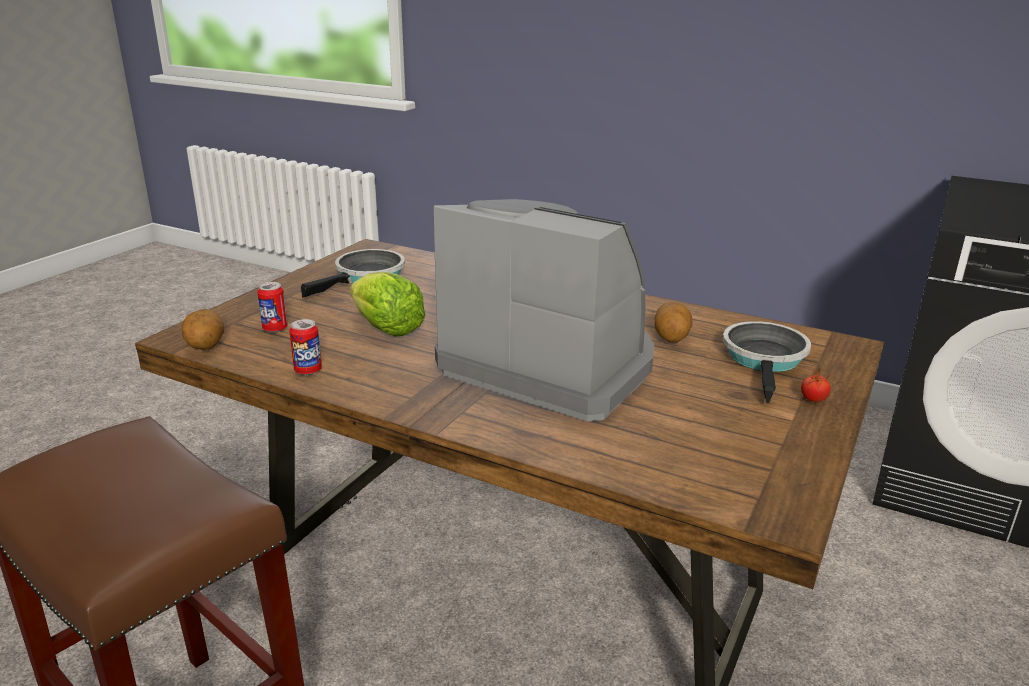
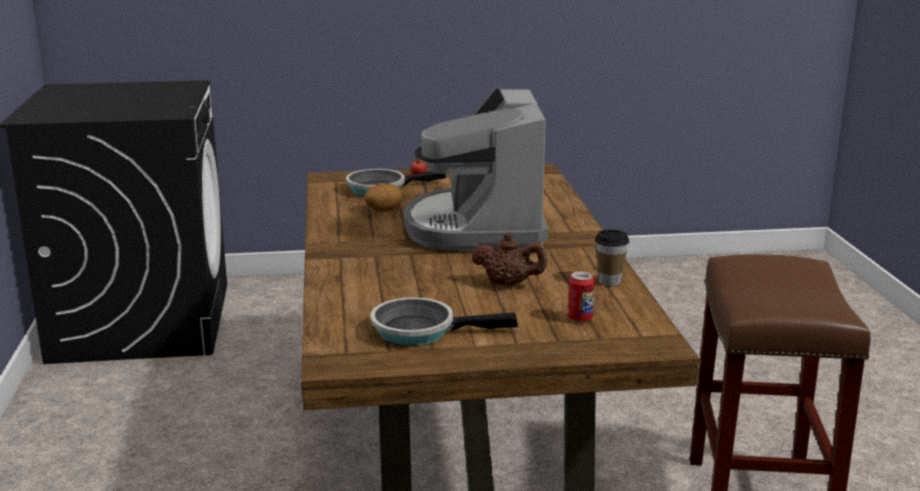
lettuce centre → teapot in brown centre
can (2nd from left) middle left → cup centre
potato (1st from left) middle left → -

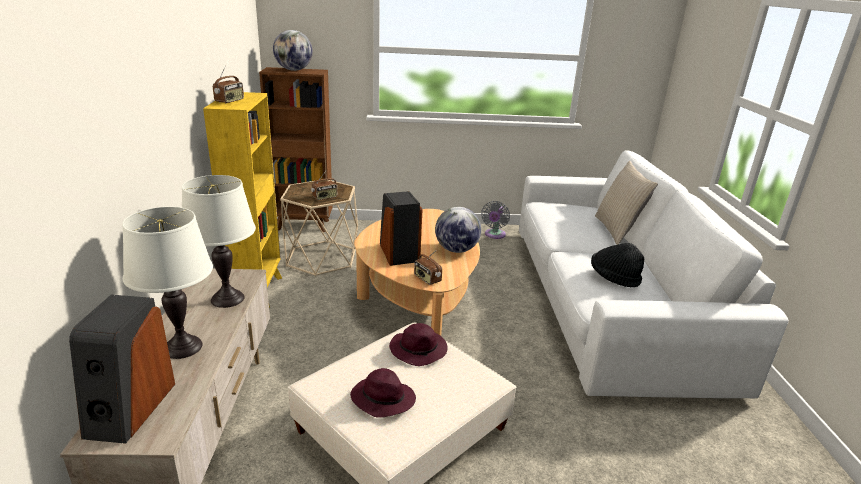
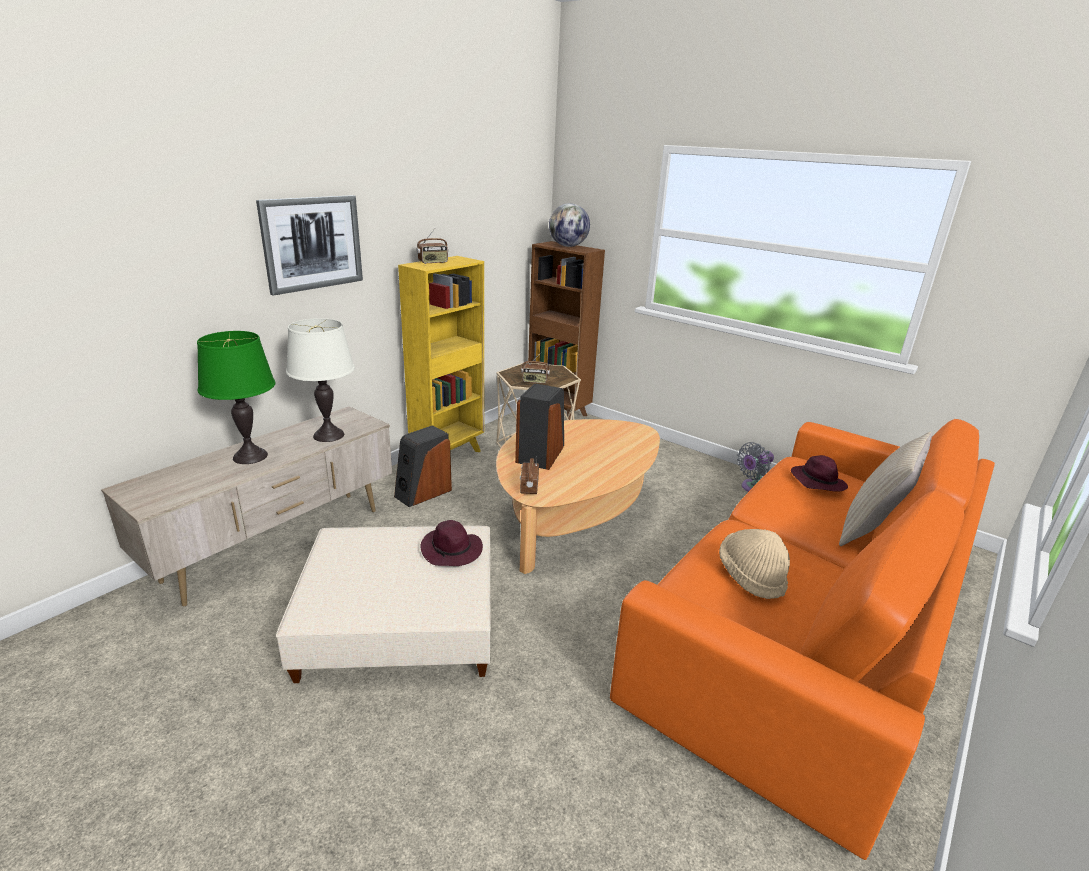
table lamp in white (1st from left) middle left → table lamp in green middle left
- → picture top left
speaker (1st from left) bottom left → speaker (1st from left) centre, move
sofa in white middle right → sofa in orange bottom right
hat in black middle right → hat in beige middle right
hat in purple (1st from left in the first image) bottom centre → hat in purple (2nd from left) middle right, move
globe (2nd from left) centre → -

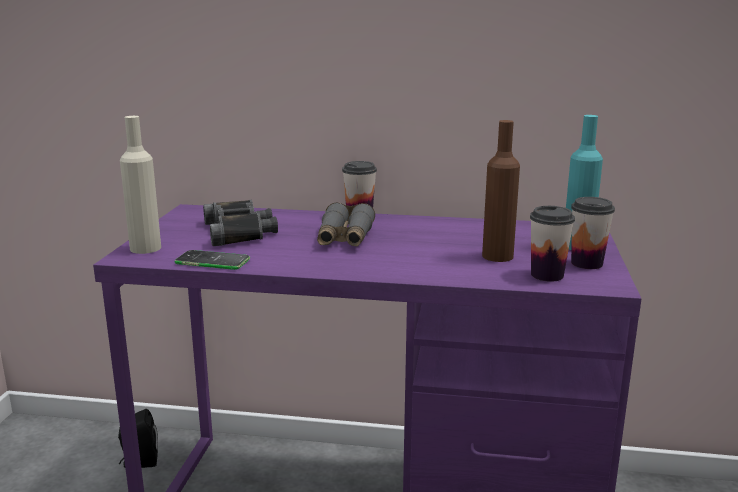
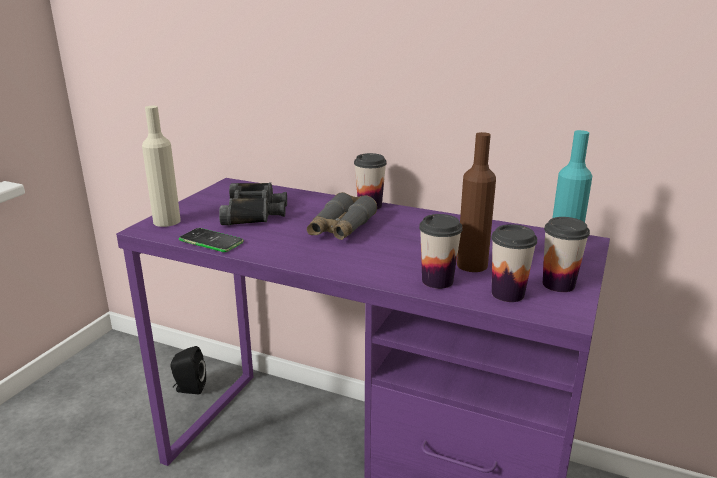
- → cup (2nd from left) centre

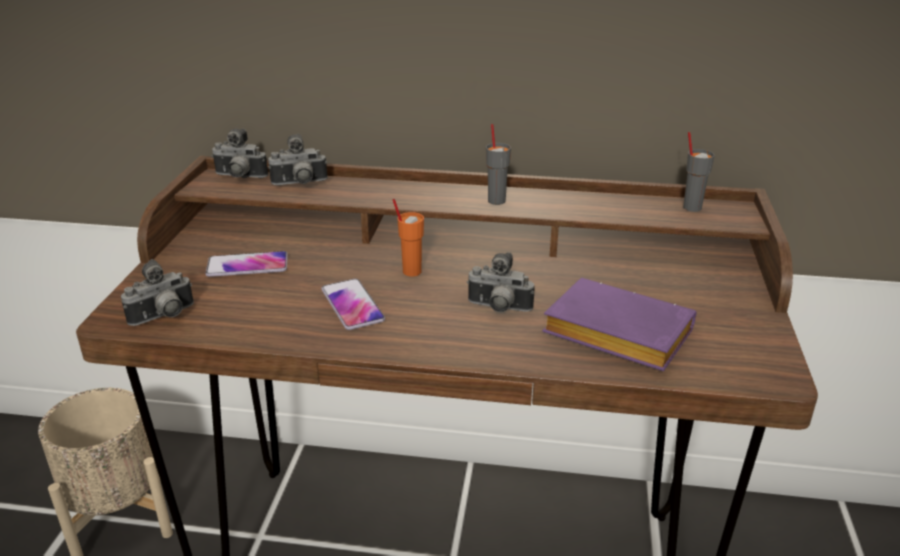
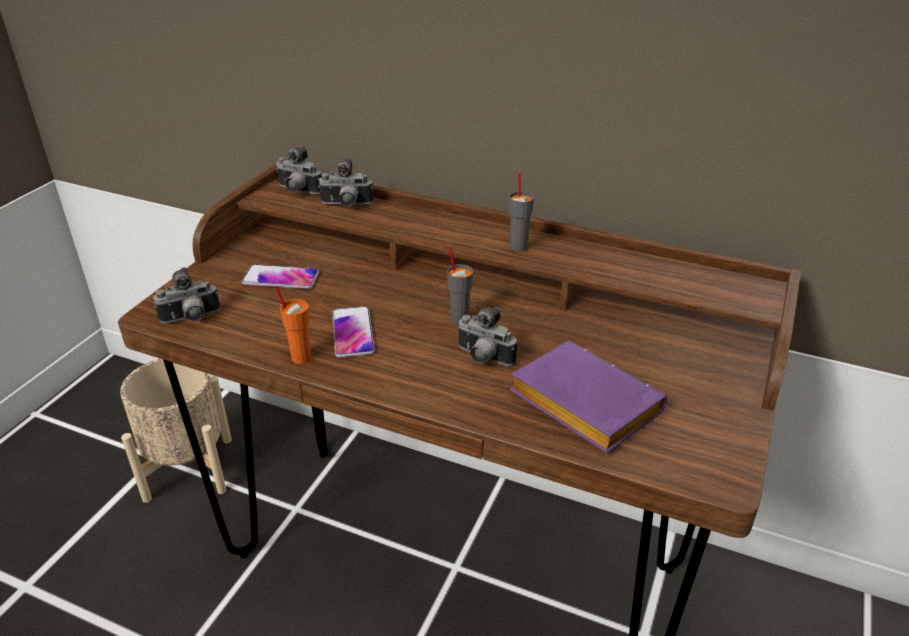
cup in orange centre → cup in orange middle left, move
cup in grey (2nd from left in the first image) top right → cup in grey (1st from left) centre, move

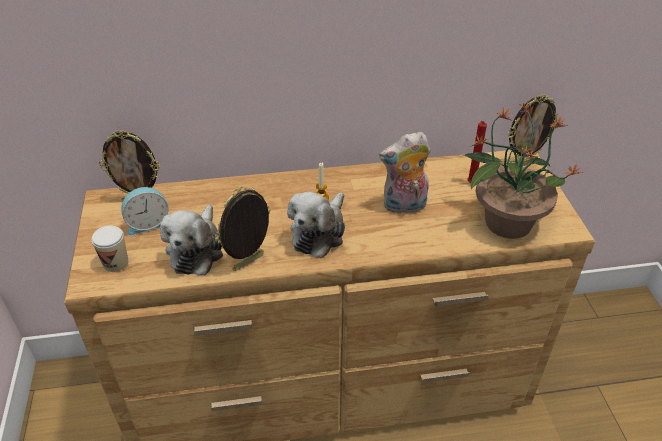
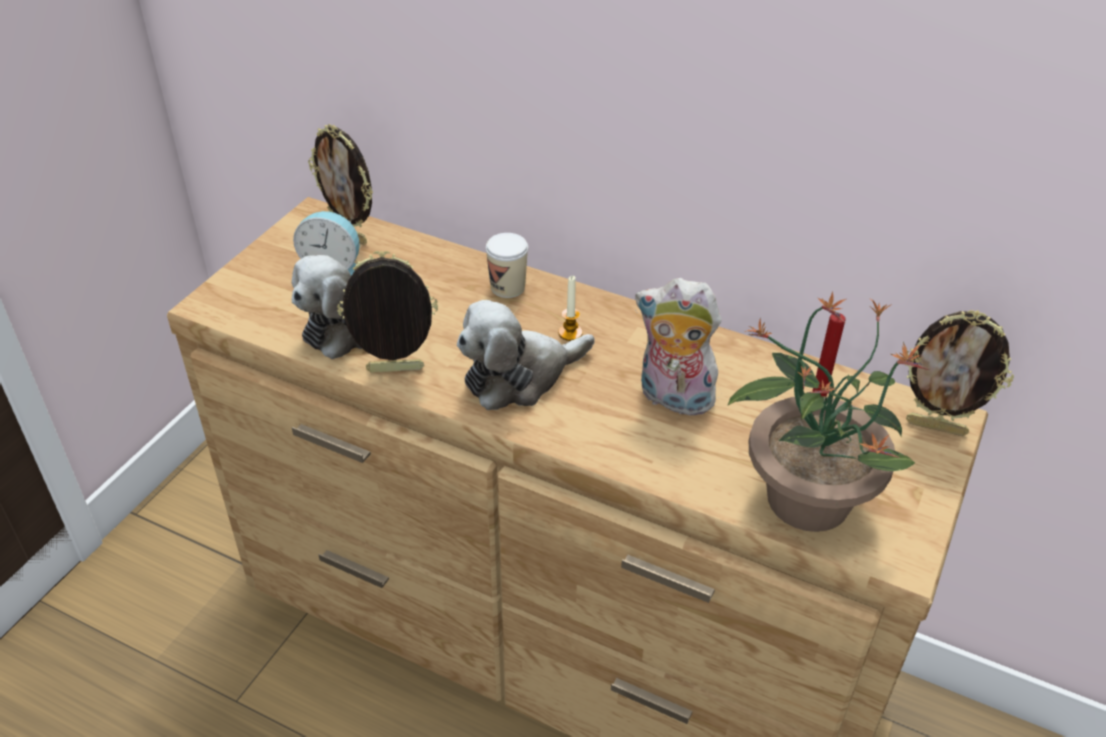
cup middle left → cup centre, move

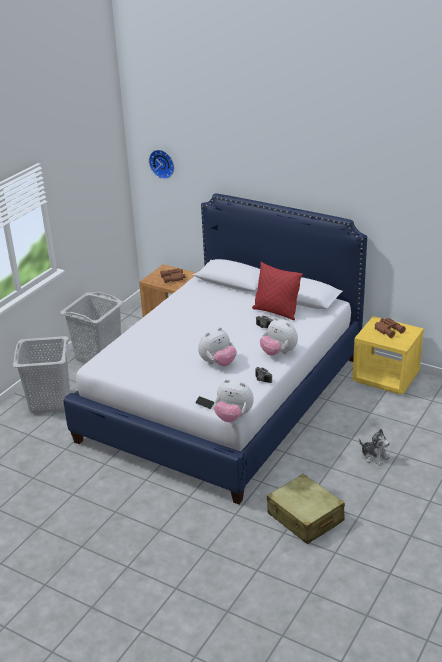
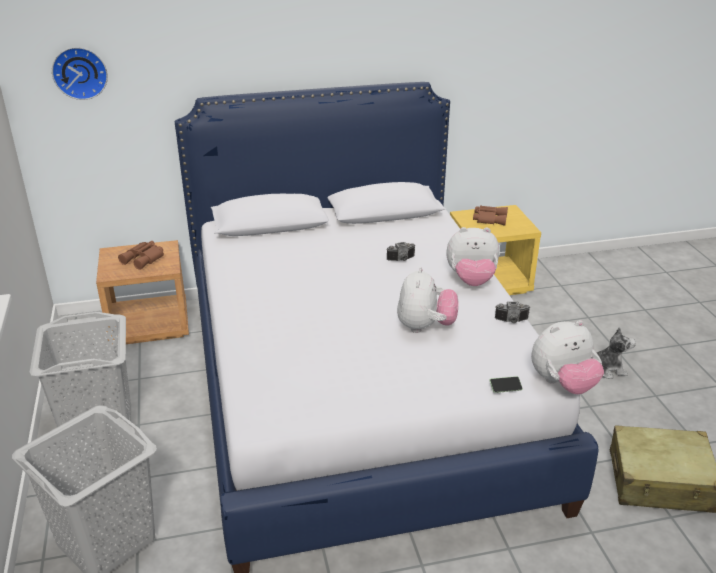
pillow in red centre → -

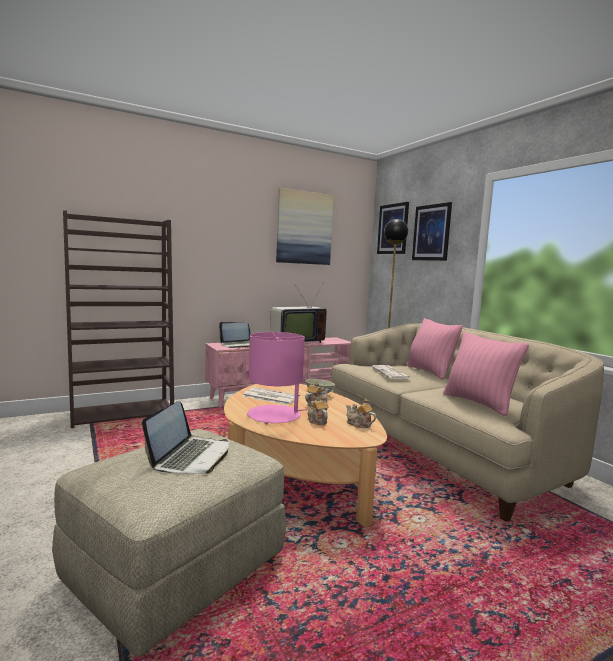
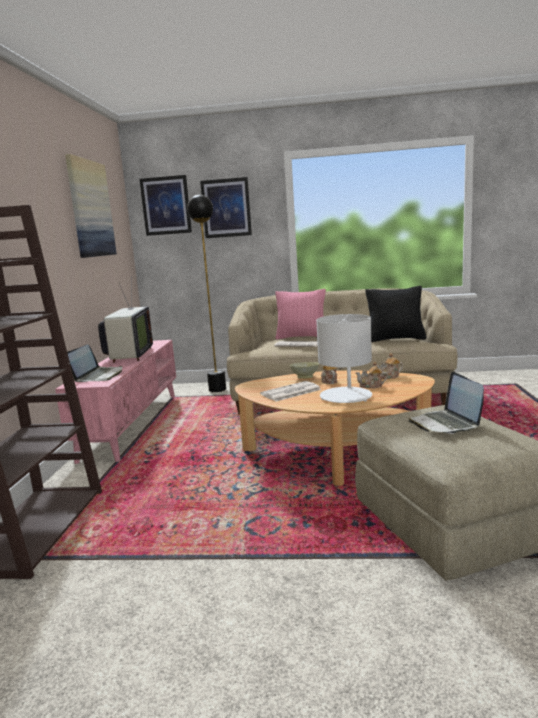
table lamp in pink centre → table lamp in white centre
pillow in pink (2nd from left) middle right → pillow in black middle right
laptop (1st from left in the first image) middle left → laptop (2nd from left) middle right, 150 degrees counterclockwise

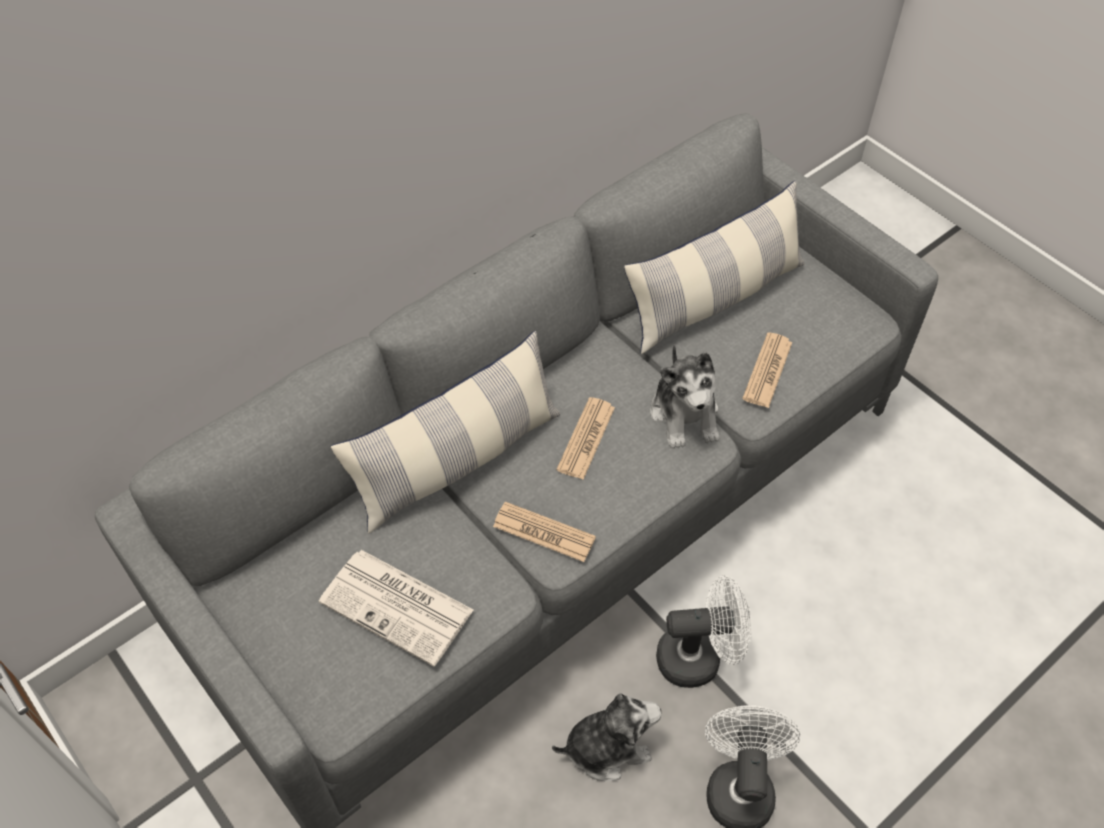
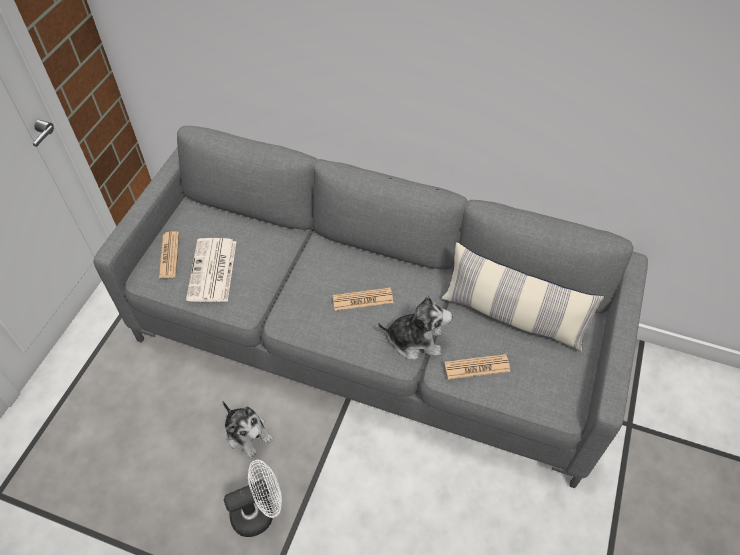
newspaper (2nd from left in the first image) centre → newspaper (1st from left) middle left, move
plush toy (2nd from left) centre, 135 degrees counterclockwise
pillow (1st from left) centre → -
fan in white (1st from left) bottom centre → -

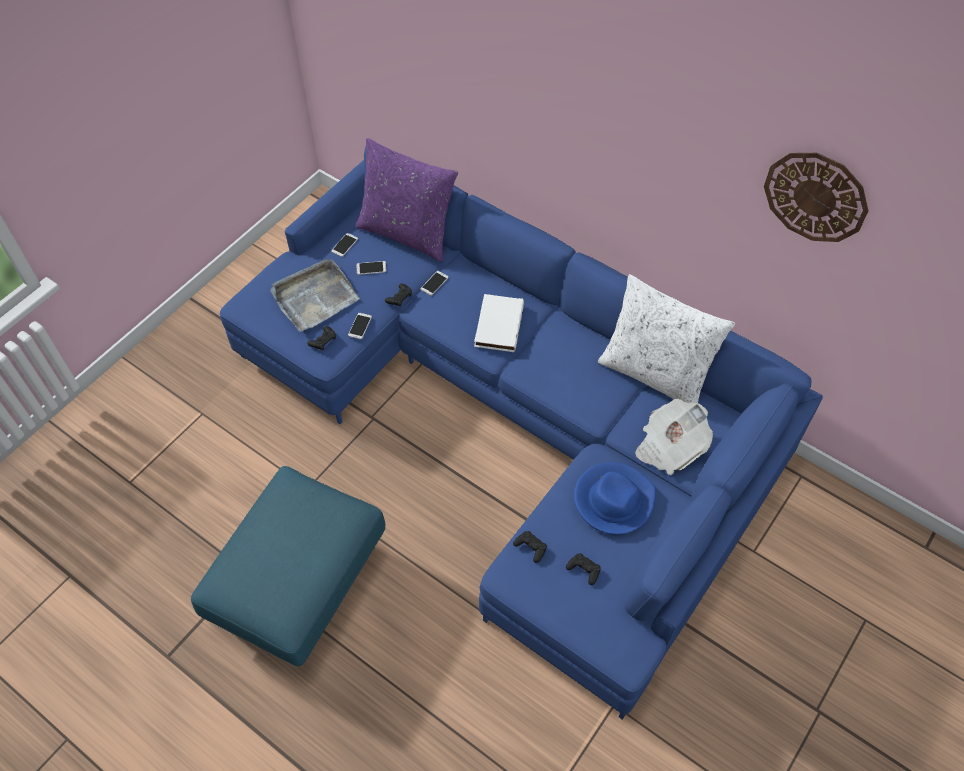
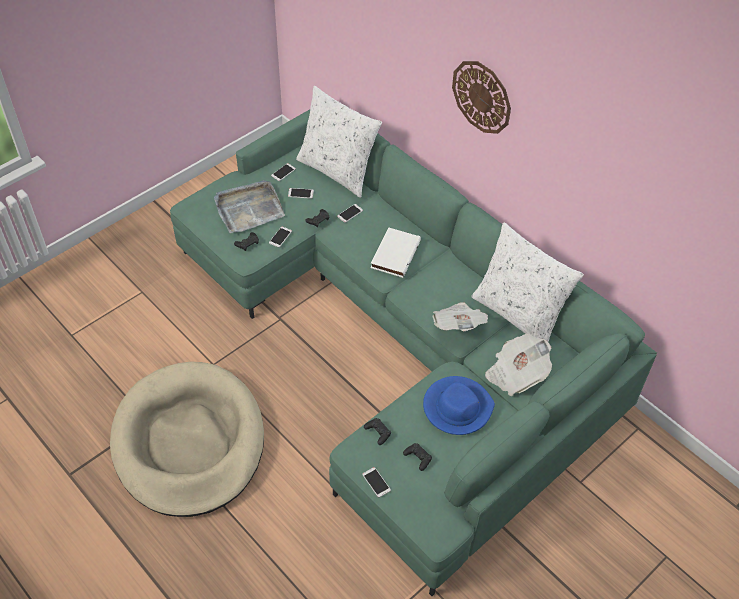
ottoman in blue bottom left → dog bed in beige bottom left
sofa in blue centre → sofa in green centre
pillow in purple top centre → pillow in white (1st from left) top centre
- → phone (5th from left) bottom centre
- → newspaper (1st from left) centre
wall clock top right → wall clock top centre, move

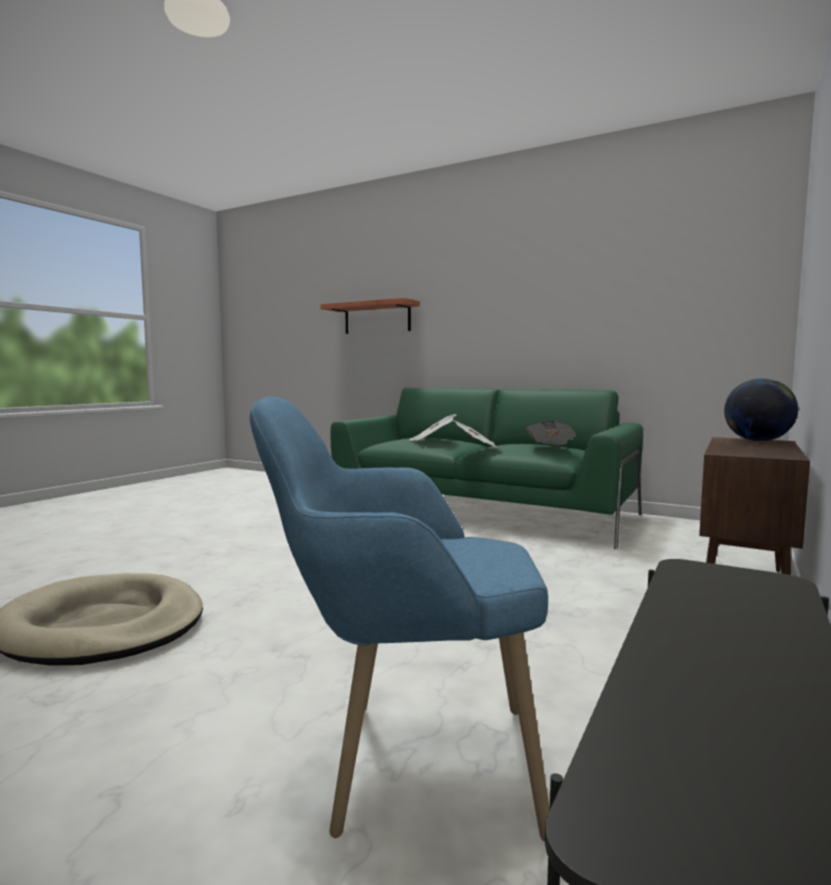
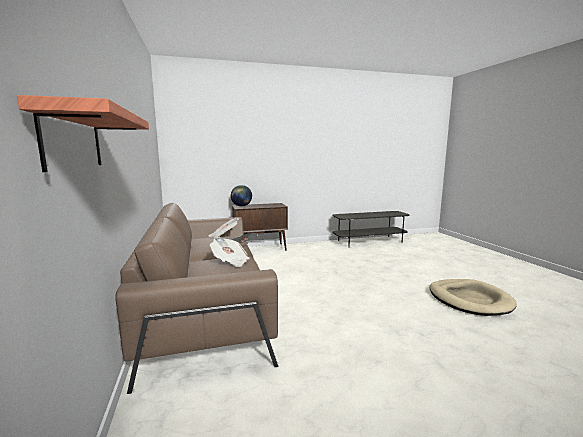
sofa in green centre → sofa in brown bottom centre
armchair in blue bottom centre → -

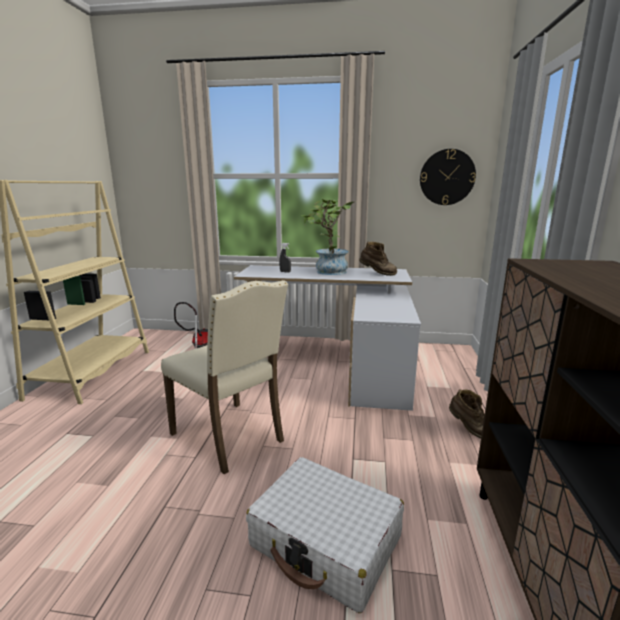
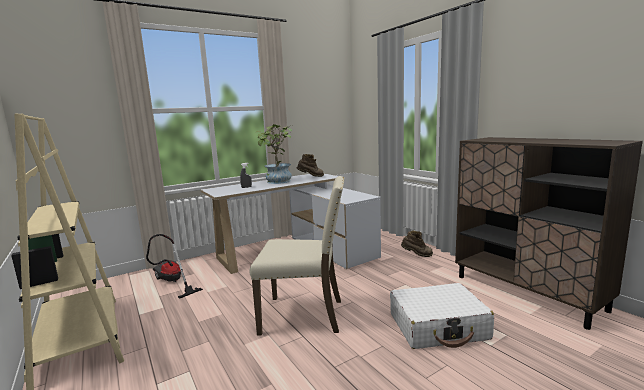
wall clock top right → -

